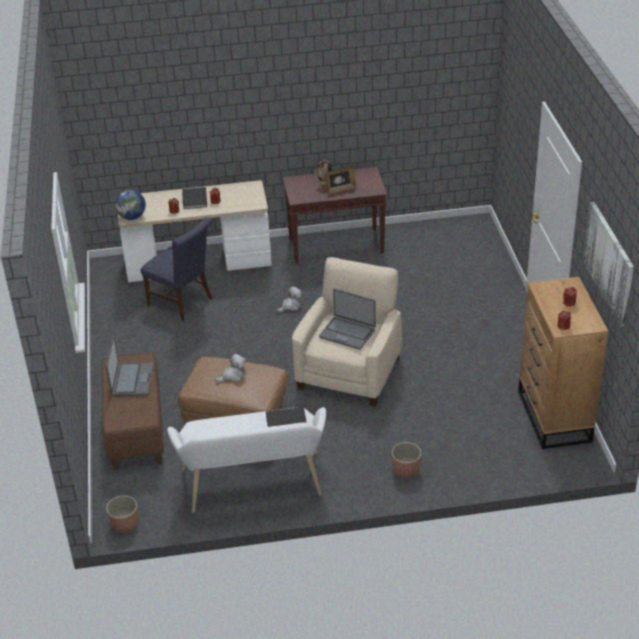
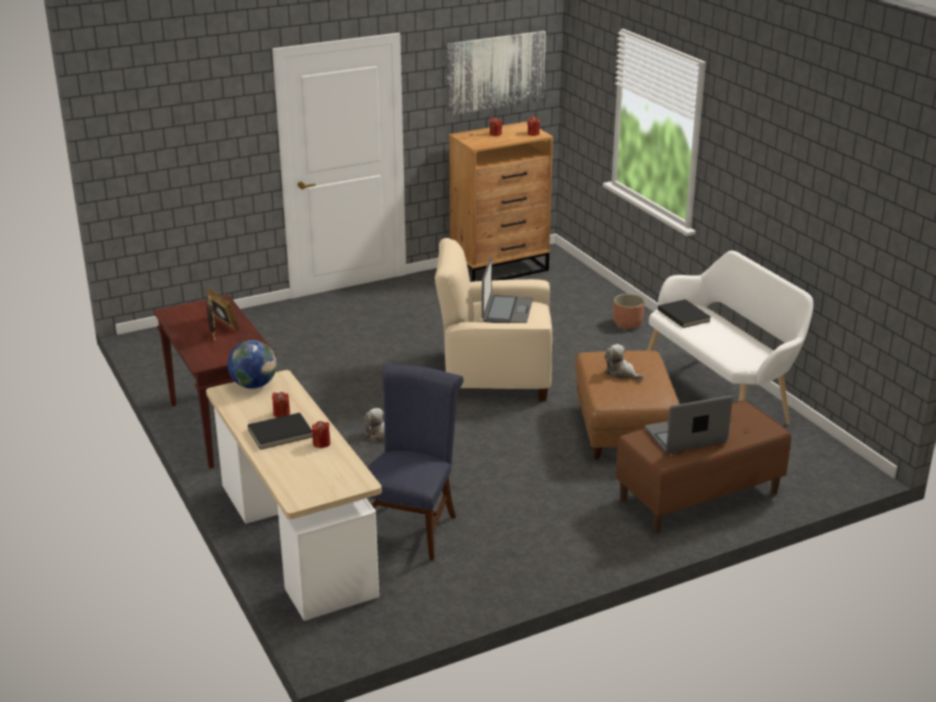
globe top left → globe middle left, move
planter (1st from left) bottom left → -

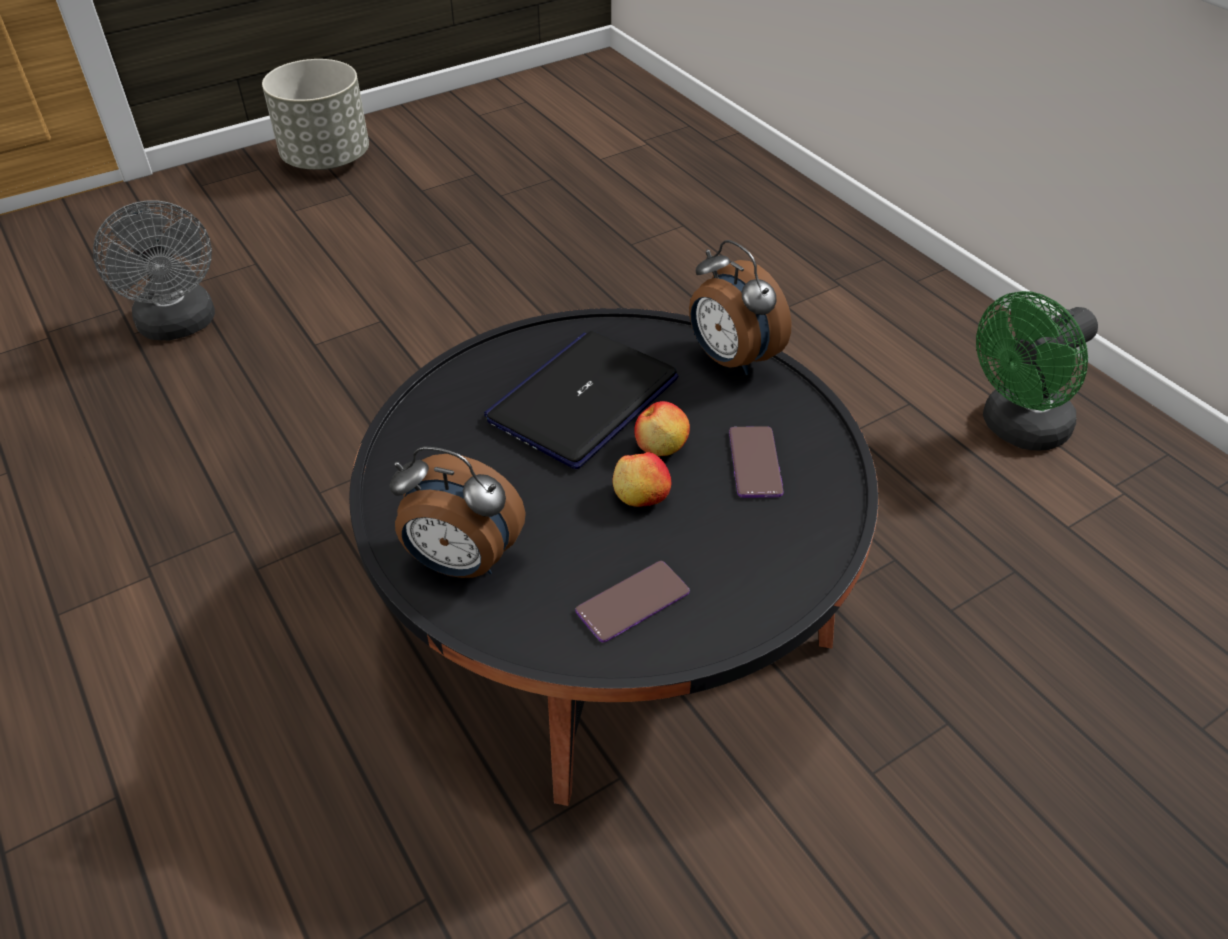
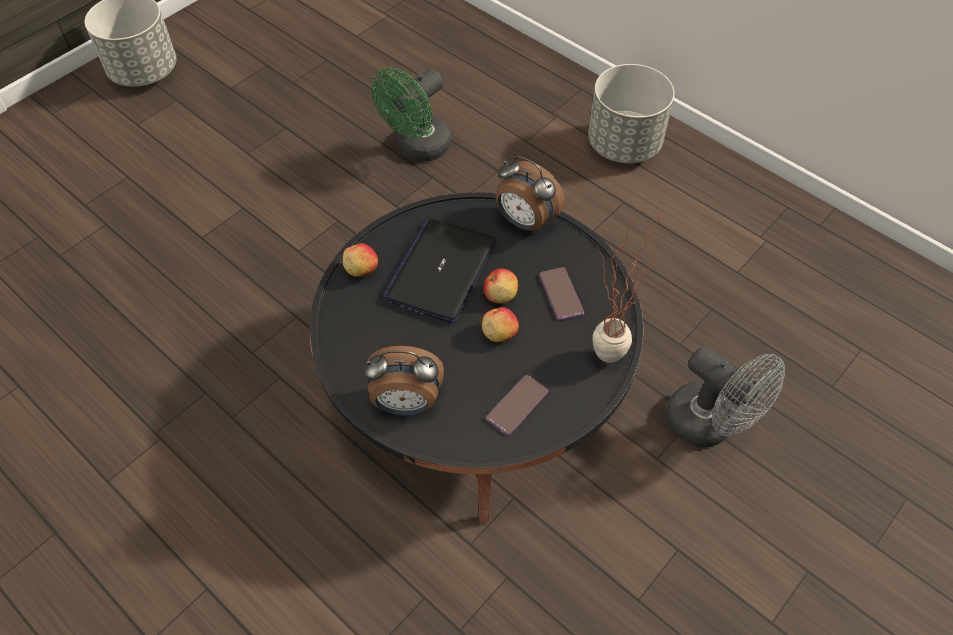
- → apple (1st from left) centre
fan in green middle right → fan in green top centre, move
- → planter in grey (2nd from left) top centre
- → potted plant centre
fan in grey top left → fan in grey middle right, move

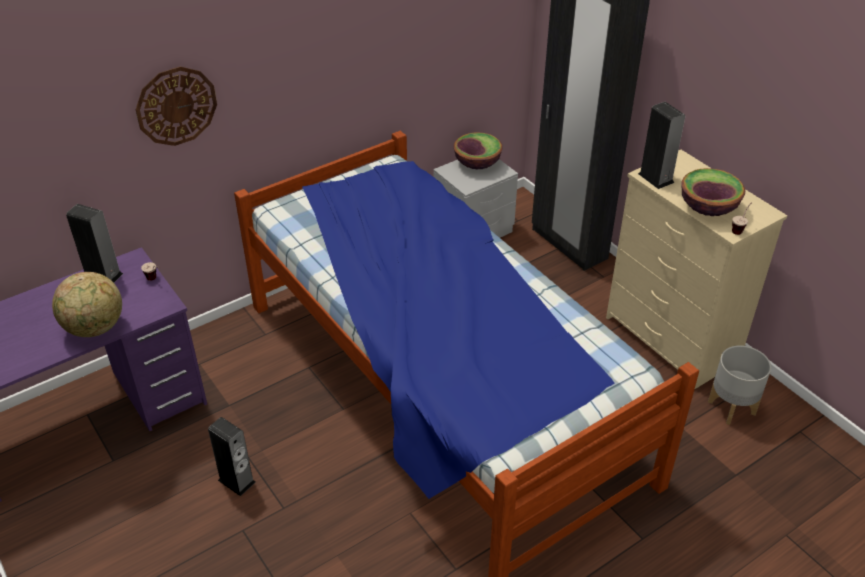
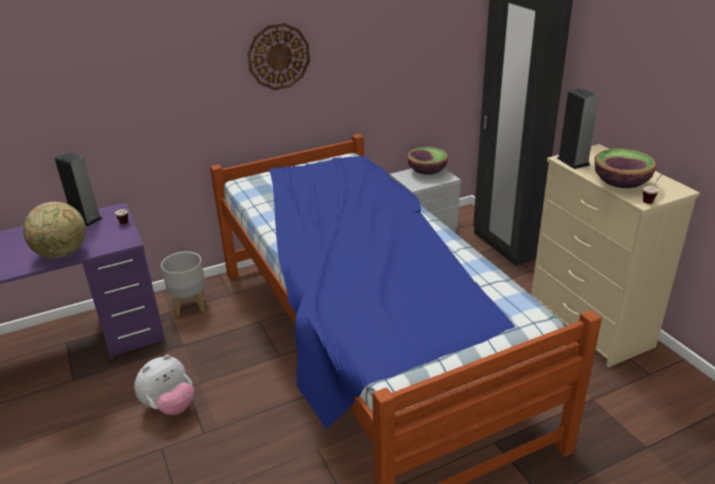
speaker (2nd from left) bottom left → plush toy bottom left
planter in grey bottom right → planter in grey middle left, move
wall clock top left → wall clock top centre, move

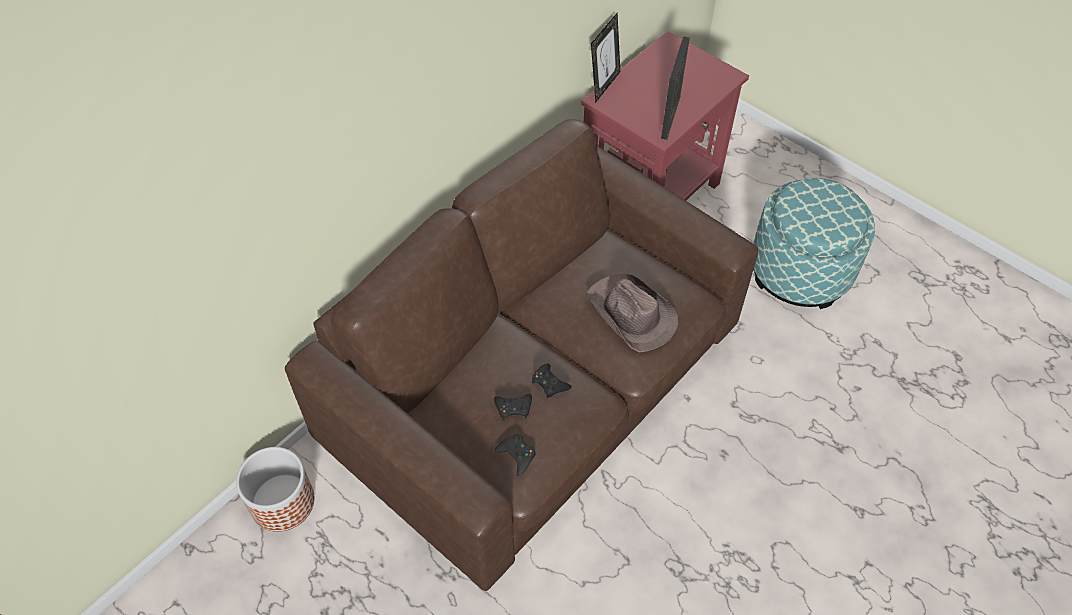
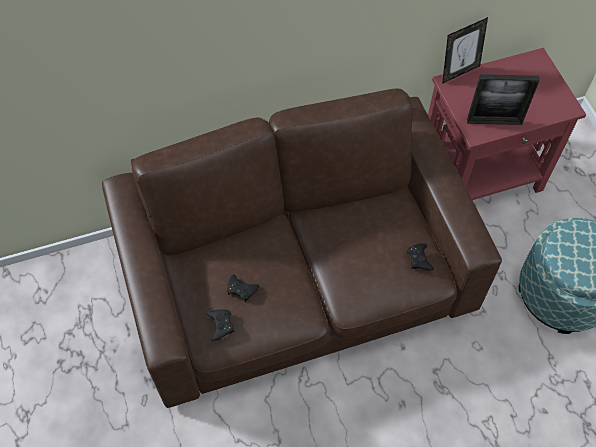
game controller in black (3rd from left) centre → game controller in black (3rd from left) middle right, move
picture frame (2nd from left) top centre → picture frame (2nd from left) top right, 45 degrees clockwise
planter bottom left → -
hat in brown centre → -

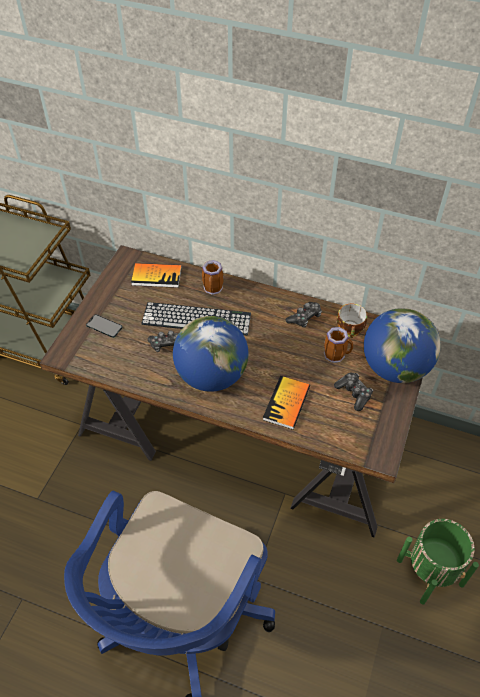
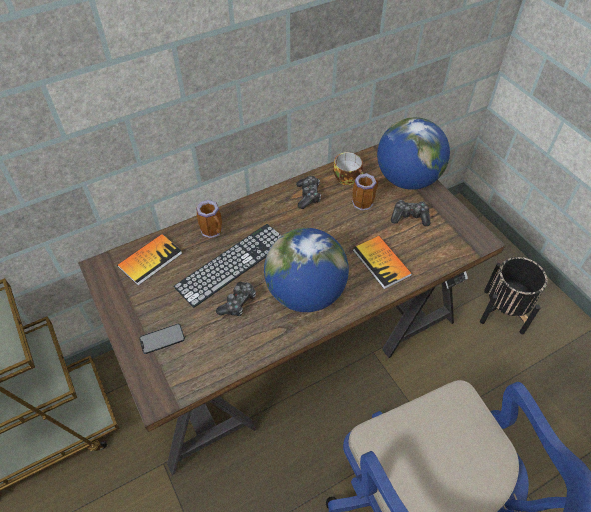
planter in green bottom right → planter in black middle right

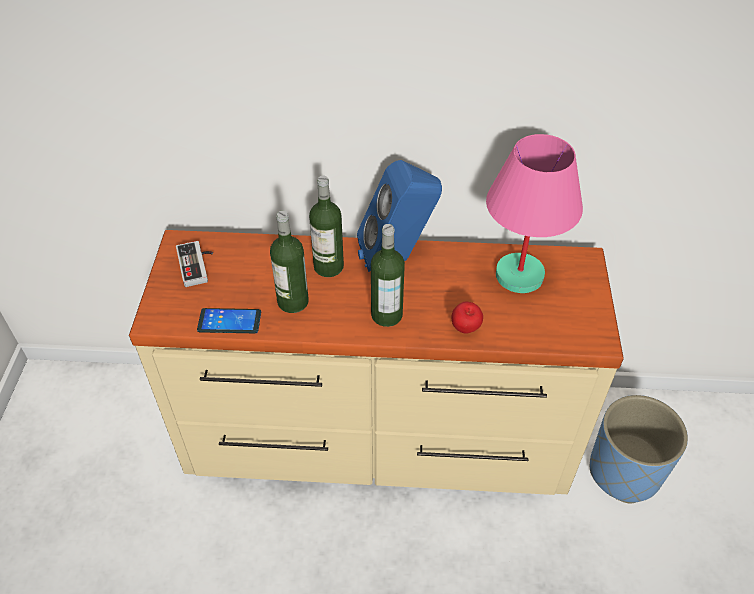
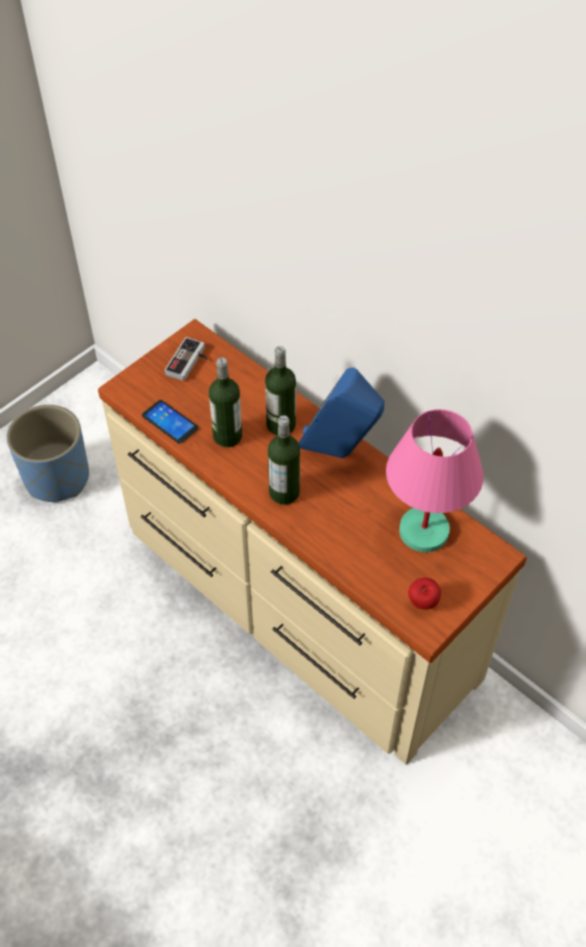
planter in blue bottom right → planter in blue middle left, move
apple centre → apple middle right, move

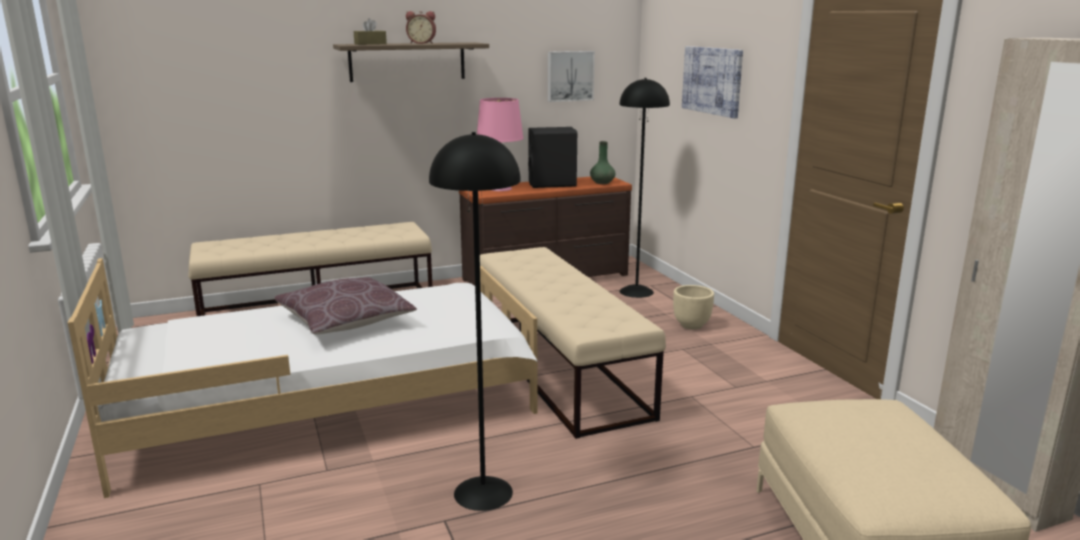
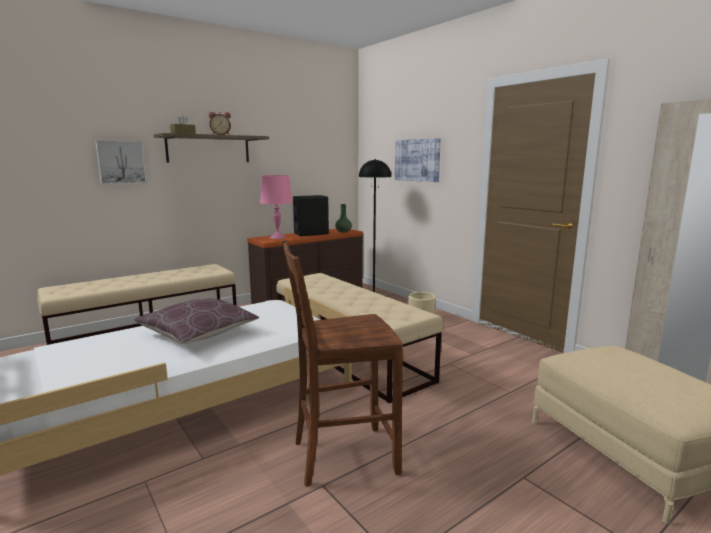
picture (1st from left) top centre → picture (1st from left) top left, move
floor lamp in black (1st from left) centre → chair in brown bottom centre

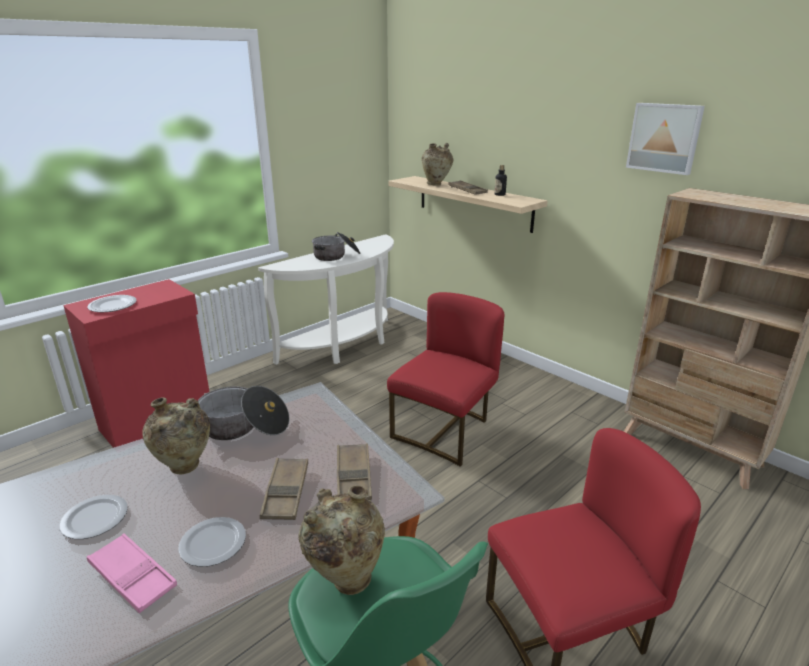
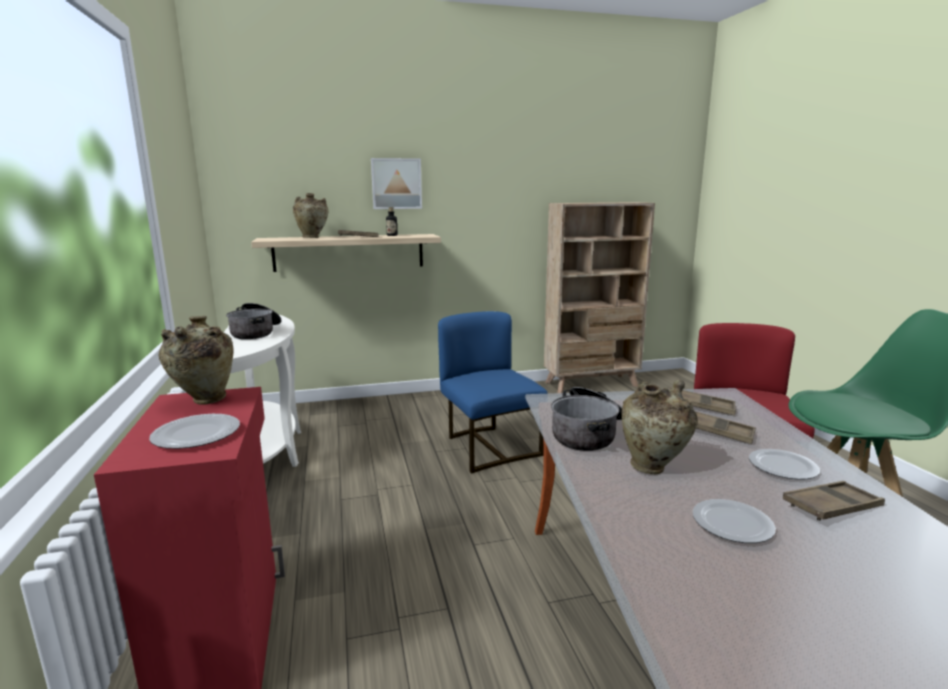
vase in beige (2nd from left in the first image) bottom centre → vase in beige (1st from left) middle left, move
picture top right → picture top centre, move
chair in red (1st from left) centre → chair in blue centre
tray in pink bottom left → tray in brown (4th from left) bottom right

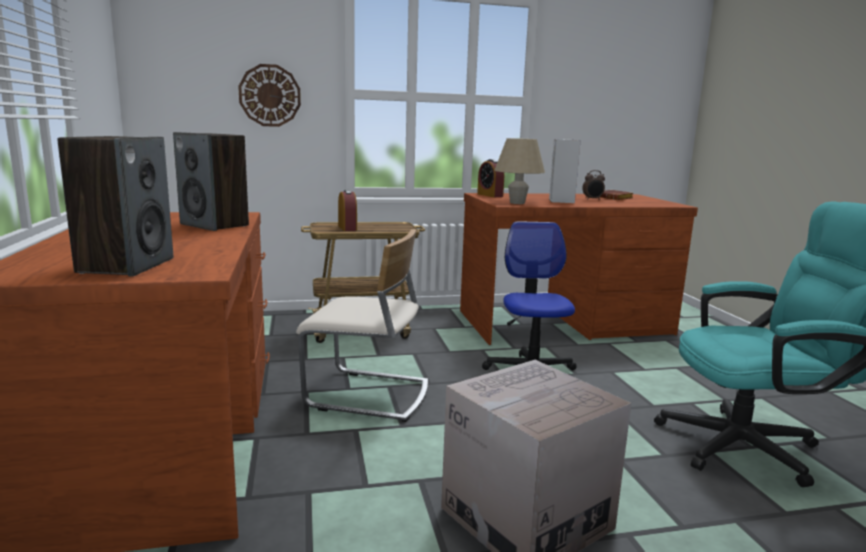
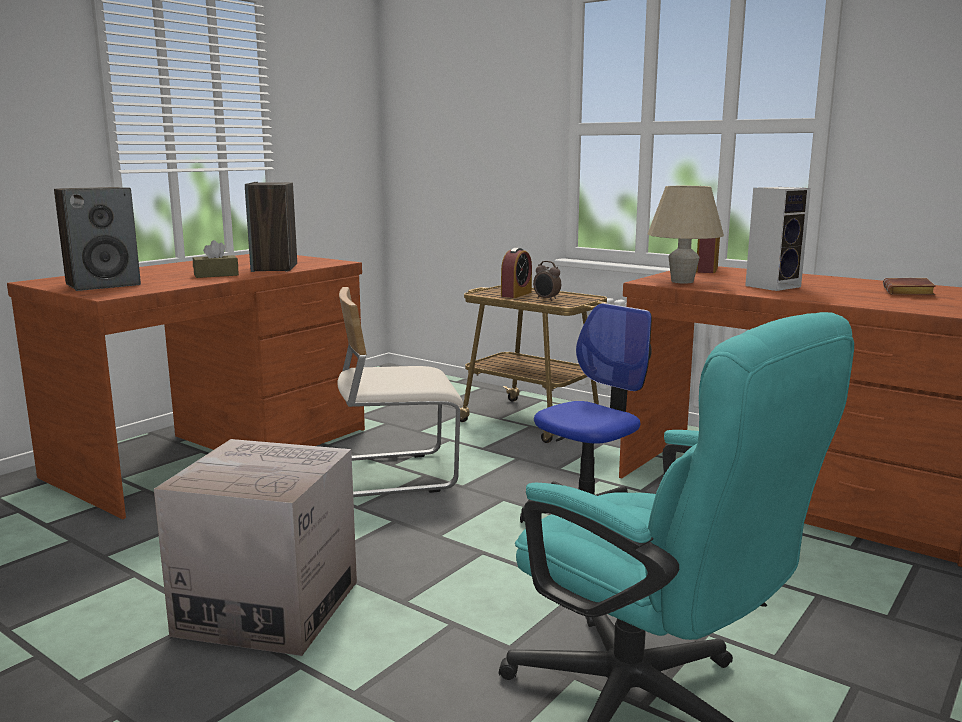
- → tissue box in brown middle left
chair in beige centre, 105 degrees clockwise
alarm clock (3rd from left in the first image) middle right → alarm clock (2nd from left) centre, move
wall clock top left → -

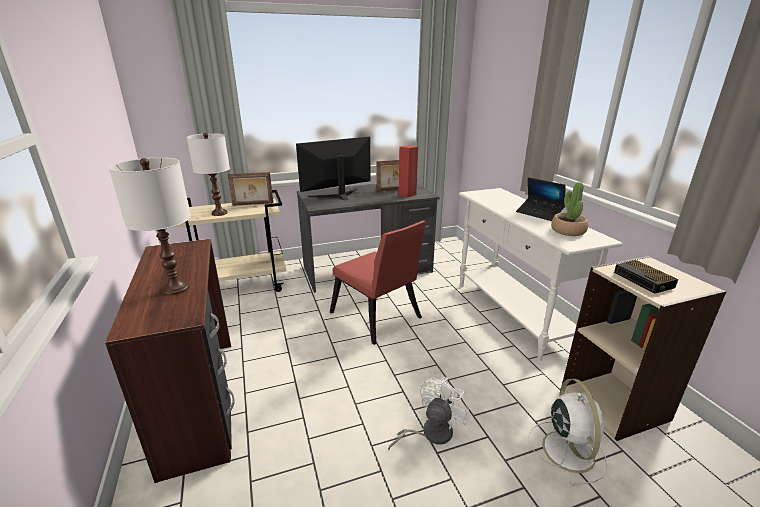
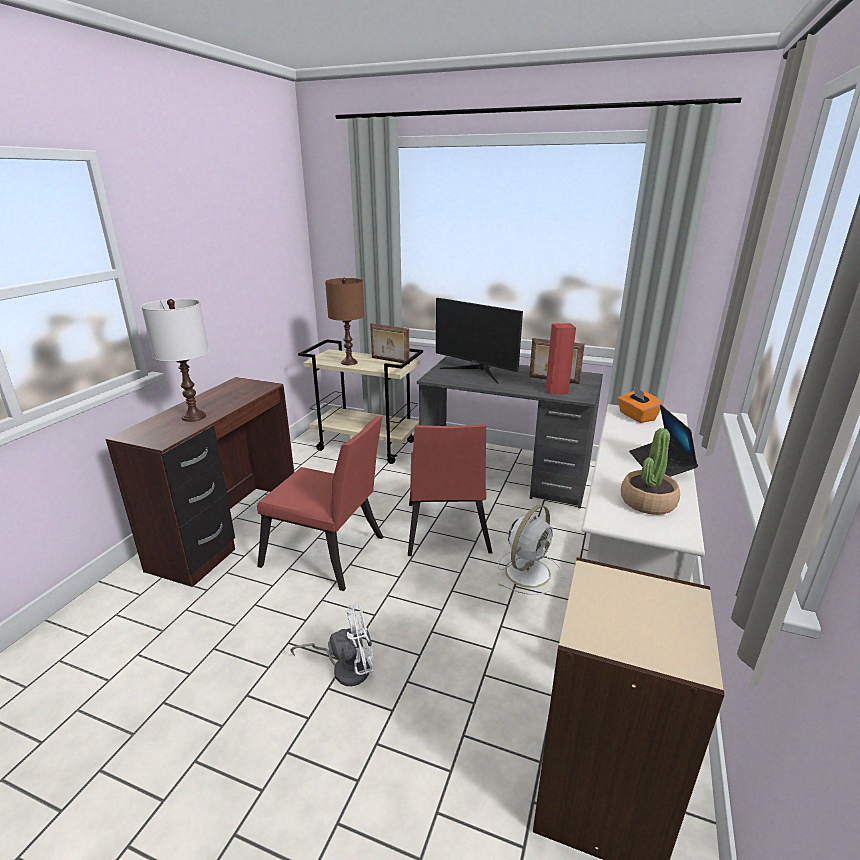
- → chair in red (1st from left) centre
table lamp in white (2nd from left) middle left → table lamp in brown centre
monitor centre, 150 degrees counterclockwise
fan in white (2nd from left) bottom right → fan in white (2nd from left) centre, move
- → tissue box in orange middle right
alarm clock middle right → -

